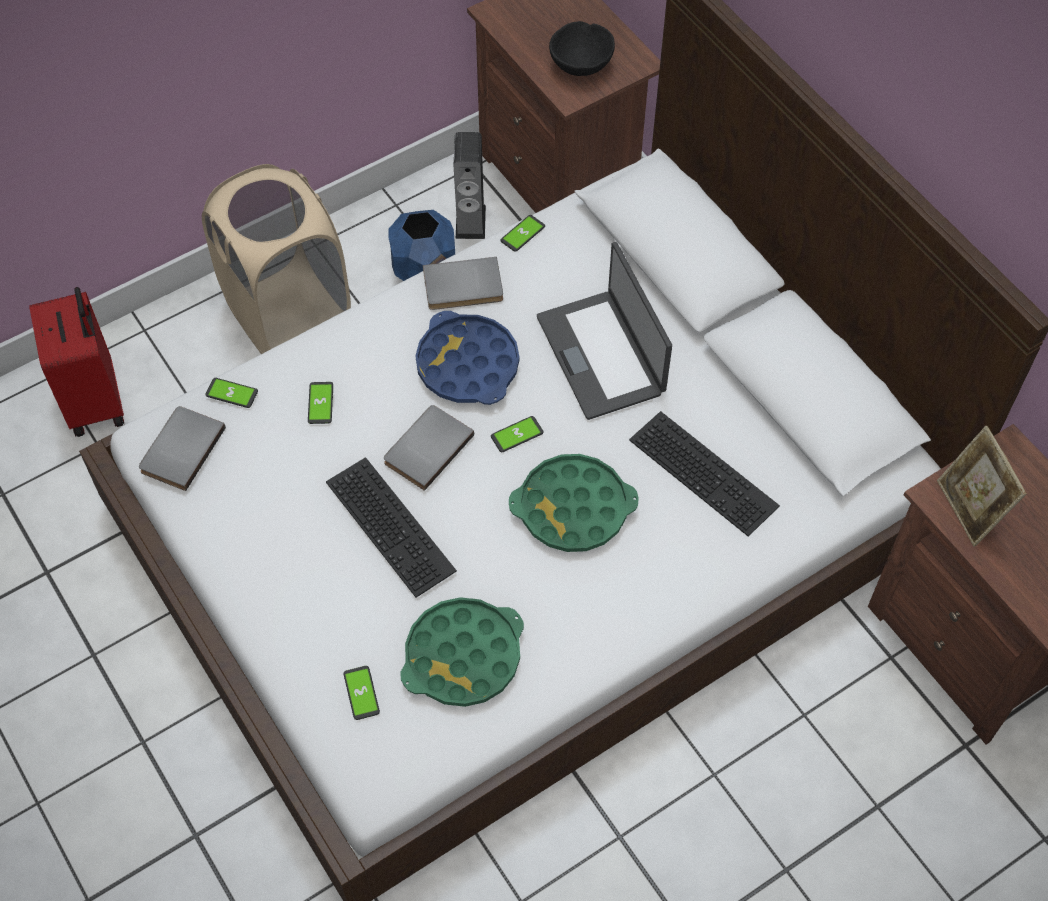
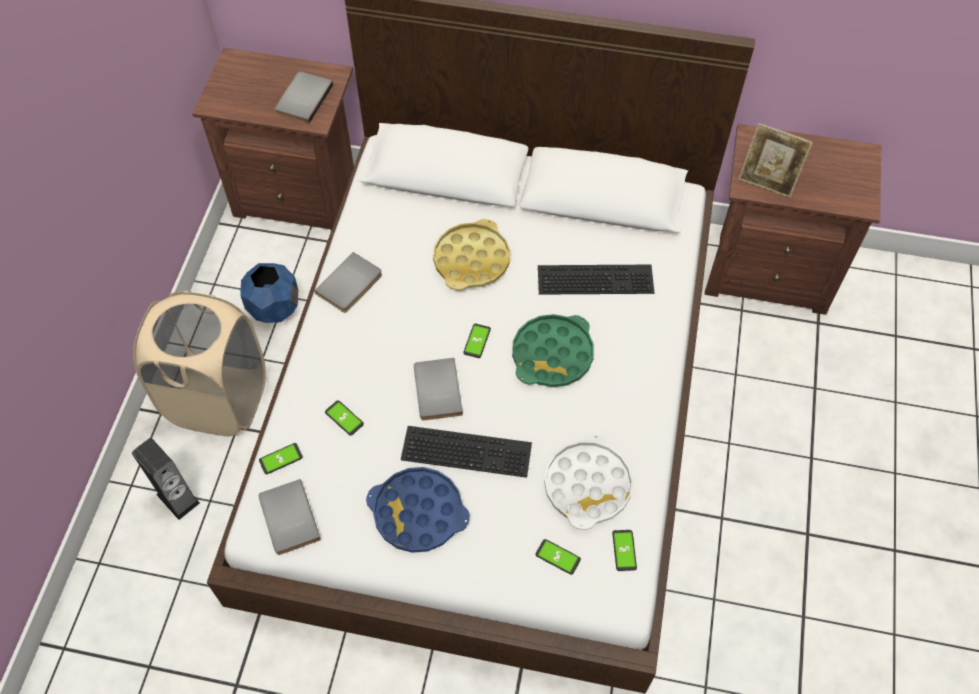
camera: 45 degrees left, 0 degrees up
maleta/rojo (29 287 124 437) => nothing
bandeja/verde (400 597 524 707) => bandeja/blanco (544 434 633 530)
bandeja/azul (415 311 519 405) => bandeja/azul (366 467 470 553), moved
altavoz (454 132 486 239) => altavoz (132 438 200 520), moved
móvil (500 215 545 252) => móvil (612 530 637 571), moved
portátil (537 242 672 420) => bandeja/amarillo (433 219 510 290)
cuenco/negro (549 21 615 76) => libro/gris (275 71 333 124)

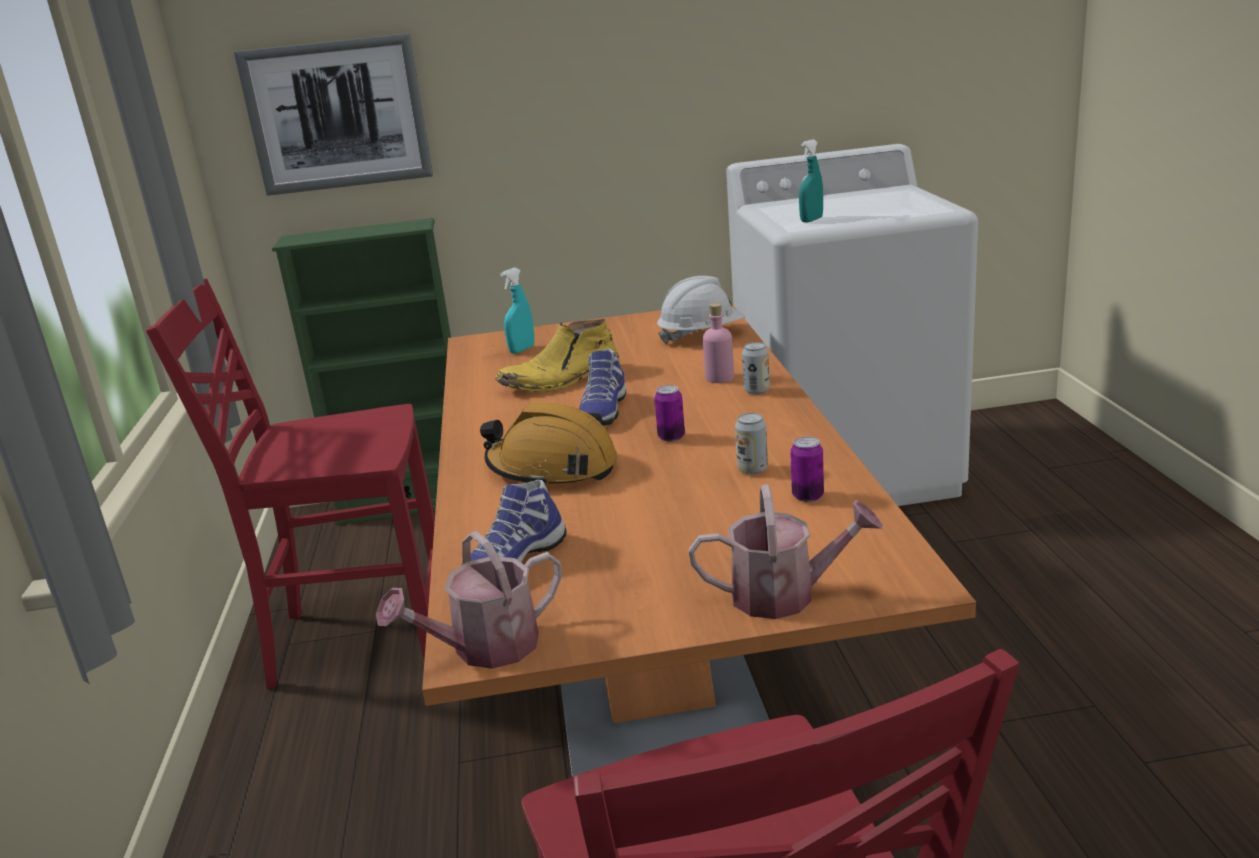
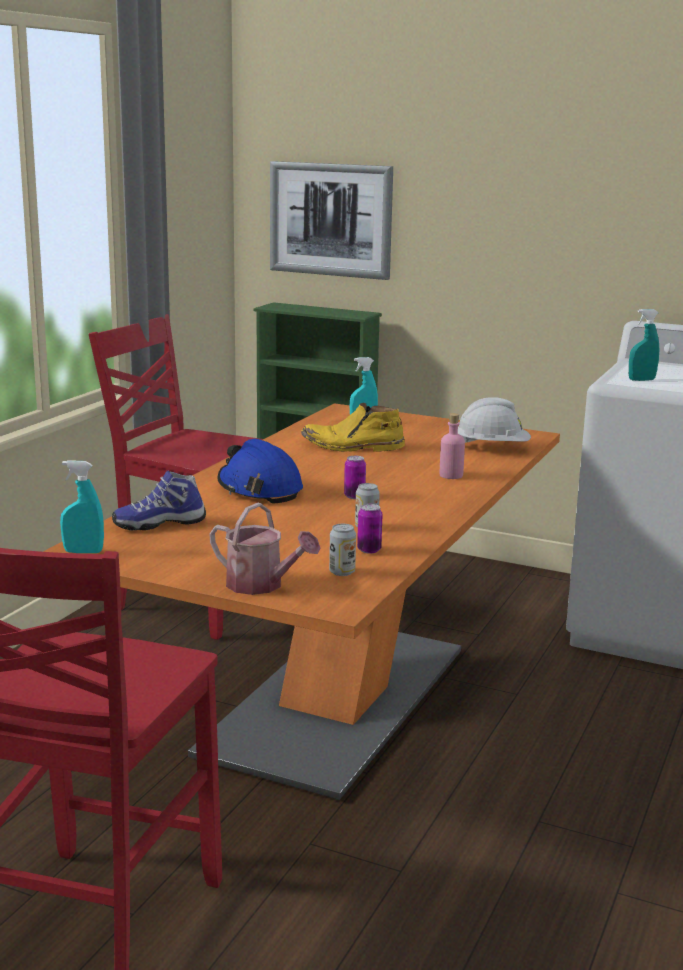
camera: 30 degrees right, 5 degrees down
regadera (376 531 562 669) => pulverizador/turquesa (60 460 104 553)
casco/naranja (480 403 617 484) => casco/azul (217 439 303 504)
zapato (579 349 626 426) => nothing
lata (742 342 770 394) => lata (329 524 356 576), moved

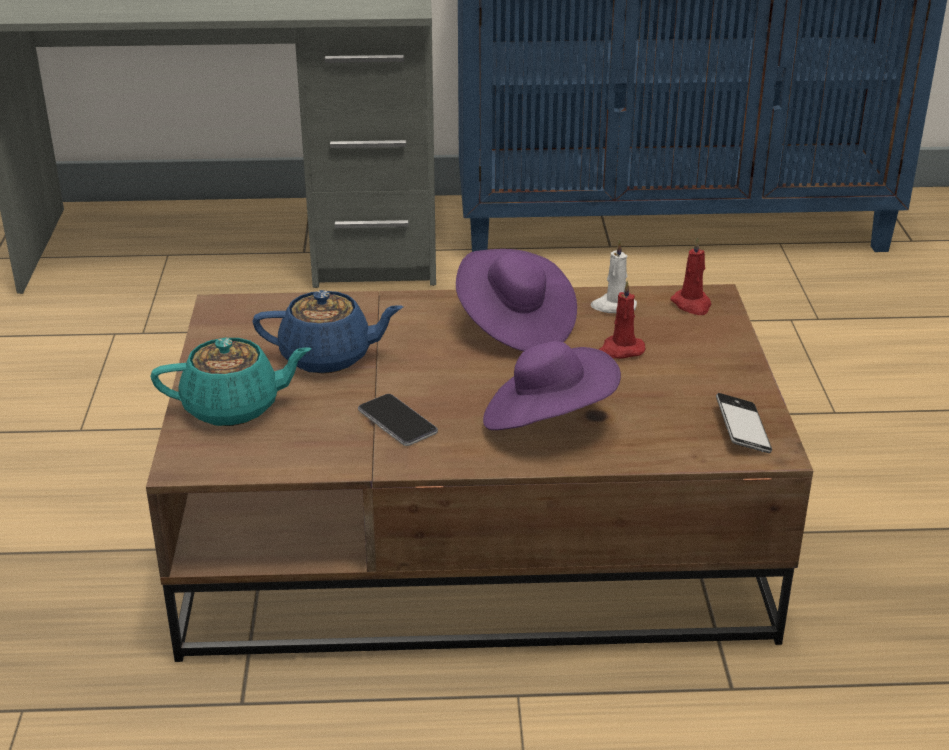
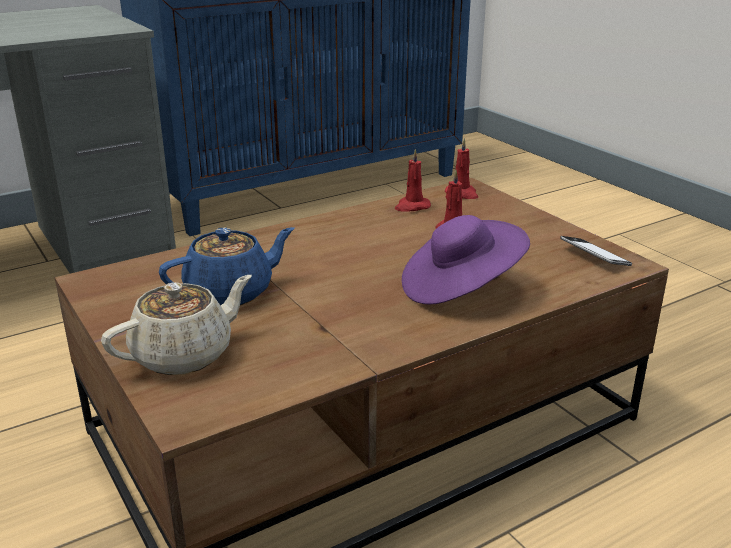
camera: 30 degrees left, 5 degrees down
tetera/turquesa (150 338 312 426) => tetera/beis (101 275 252 375)
móvil (358 394 438 446) => nothing
sombrero/morado (456 249 577 351) => nothing
vela/blanco (590 239 637 313) => vela/rojo (395 149 431 212)

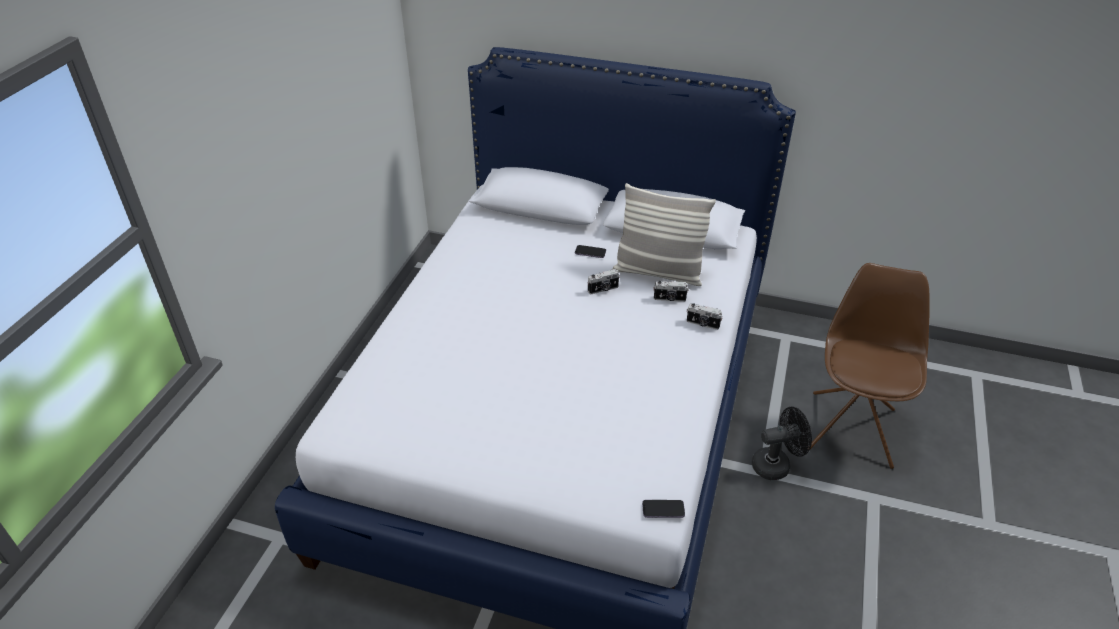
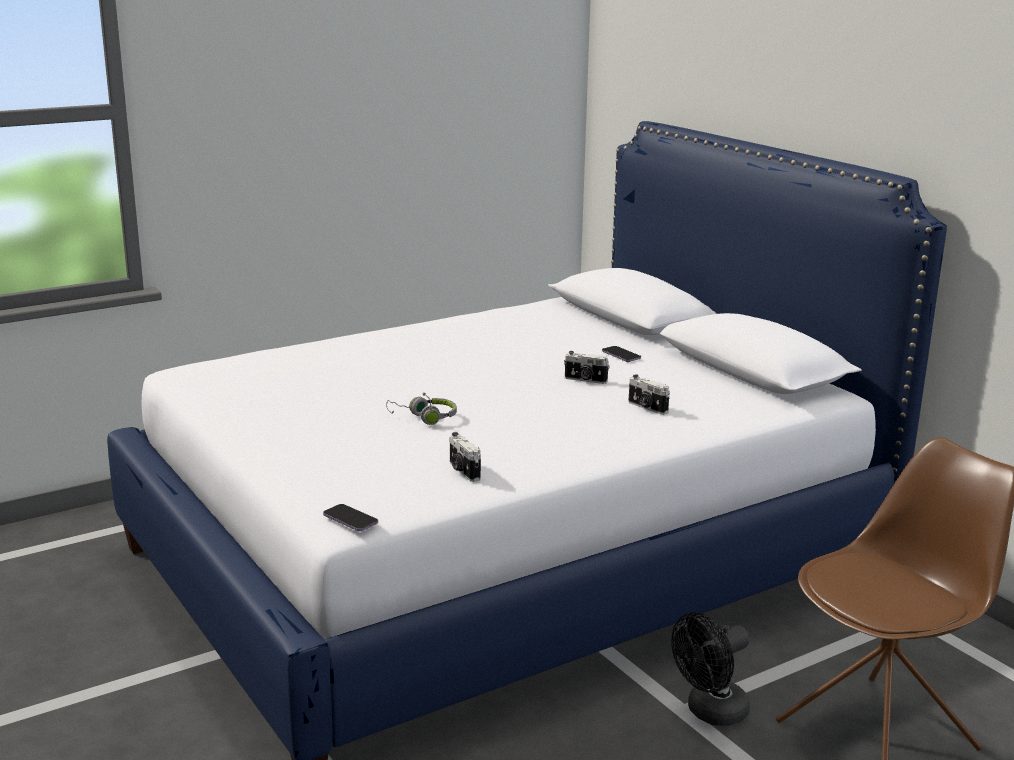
camera: 40 degrees right, 20 degrees down
cojín (612 183 716 286) => nothing
cámara (687 303 723 330) => cámara (449 432 481 482), moved
ventilador/negro (752 407 812 480) => ventilador/negro (671 612 750 726), 120 degrees clockwise
nothing => auriculares/gris (386 392 457 425)

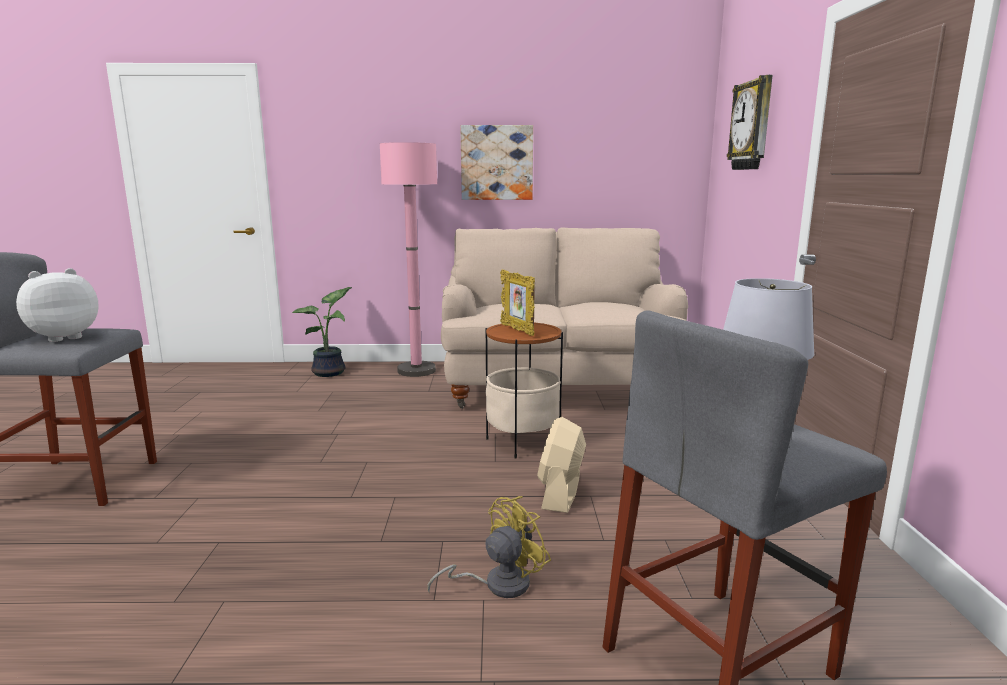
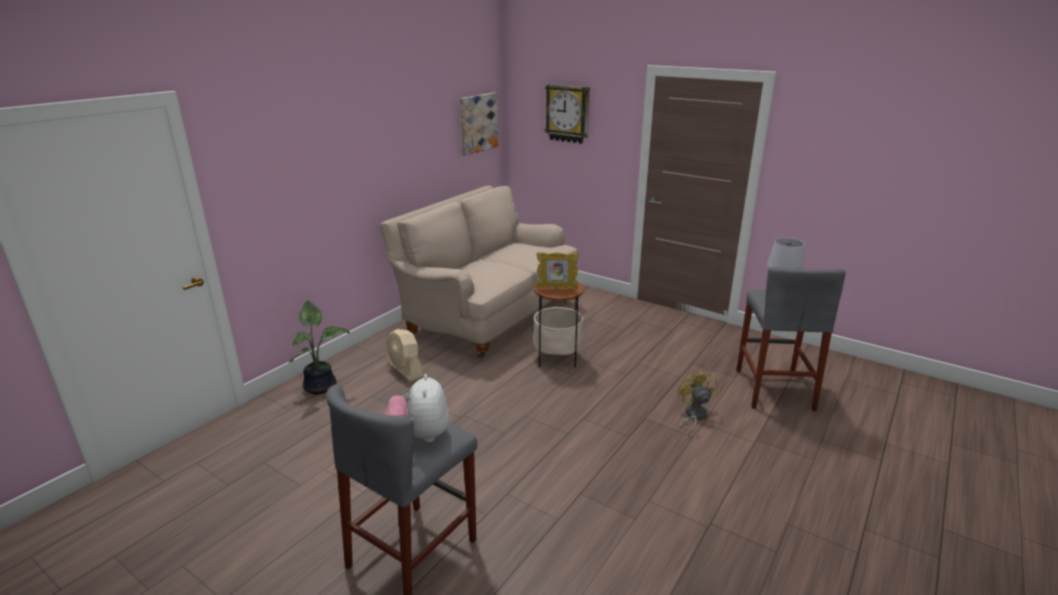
camera: 55 degrees left, 10 degrees up
lámpara de pie/rosa (380 142 437 377) => nothing
cuadro (460 125 533 200) => cuadro (460 93 498 156), moved
ventilador/beis (537 417 586 513) => ventilador/beis (386 329 423 381), moved

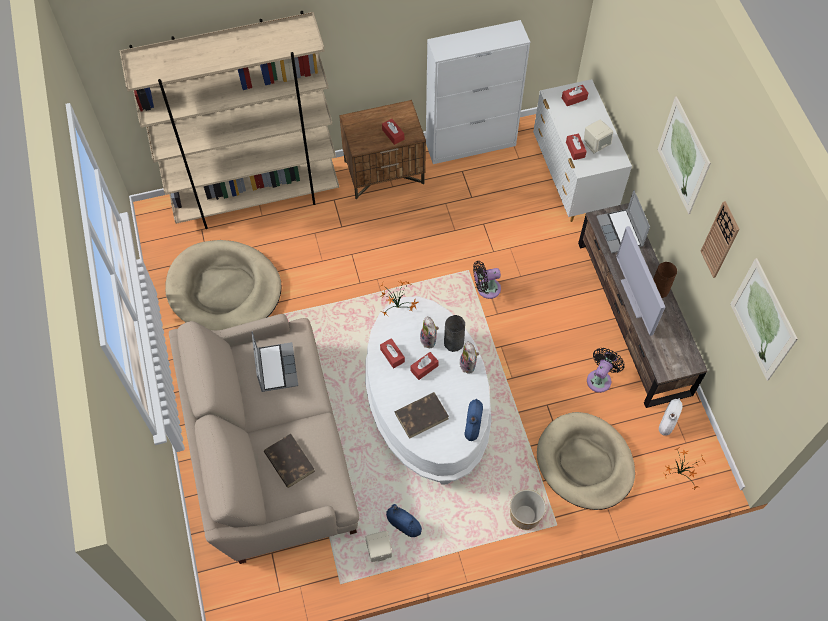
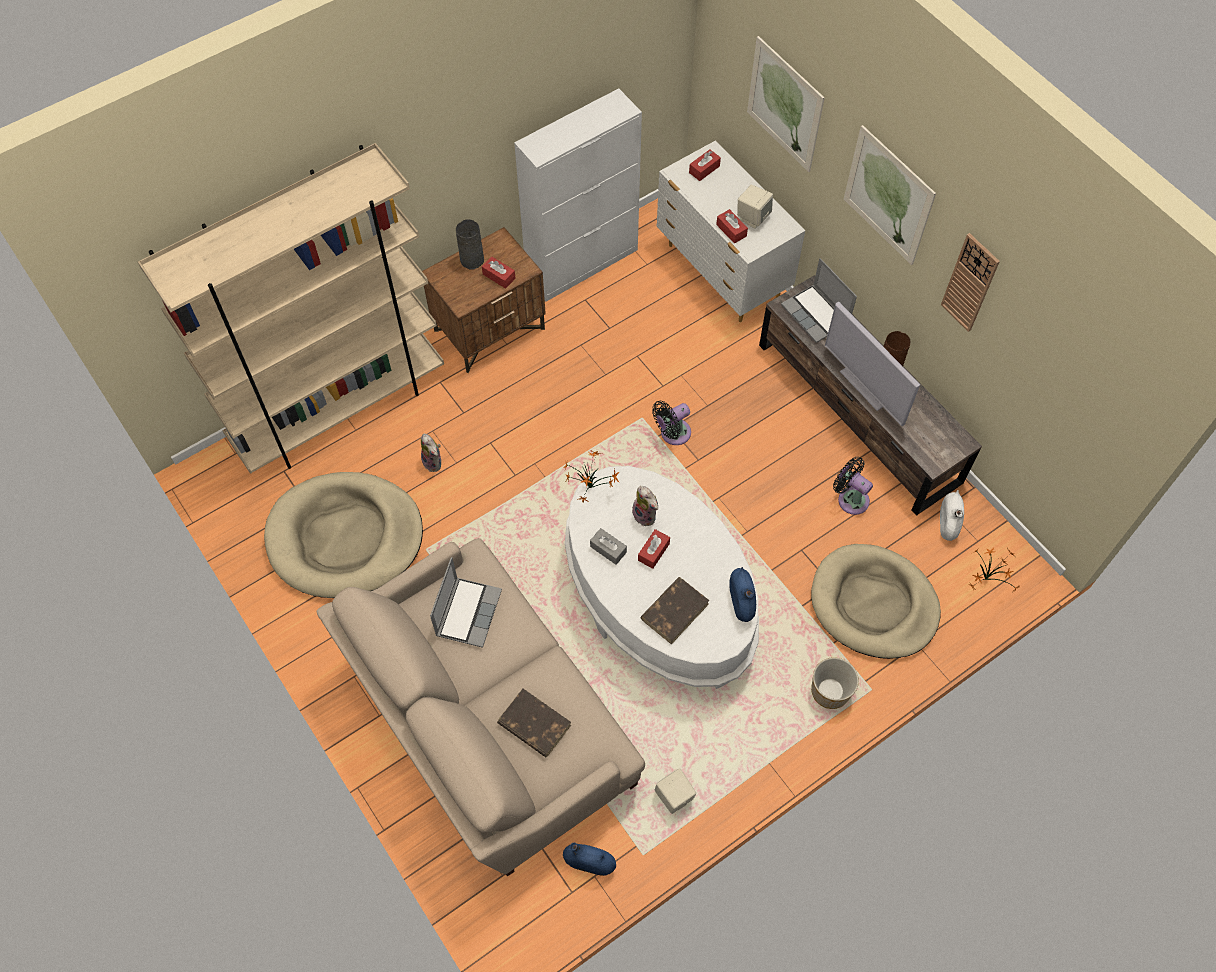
camera: 20 degrees left, 0 degrees up
portátil (252 331 298 392) => portátil (430 557 502 648), 45 degrees clockwise
caja de pañuelos/rojo (380 338 405 368) => caja de pañuelos/gris (590 528 627 565)
florero/azul (386 504 422 537) => florero/azul (563 843 616 876), moved
florero/gris (444 315 465 352) => florero/gris (456 220 484 270), moved
peluche (460 342 479 374) => peluche (421 434 441 472), moved
ventilador/negro (587 348 625 393) => ventilador/negro (833 457 873 515), 60 degrees counterclockwise
cuadro (730 258 798 381) => cuadro (747 36 825 172), moved

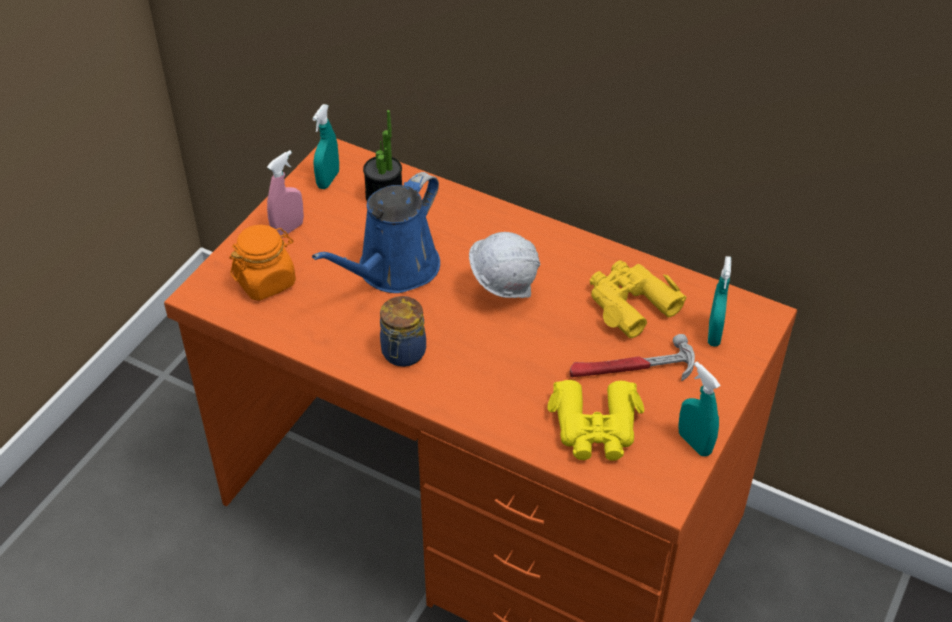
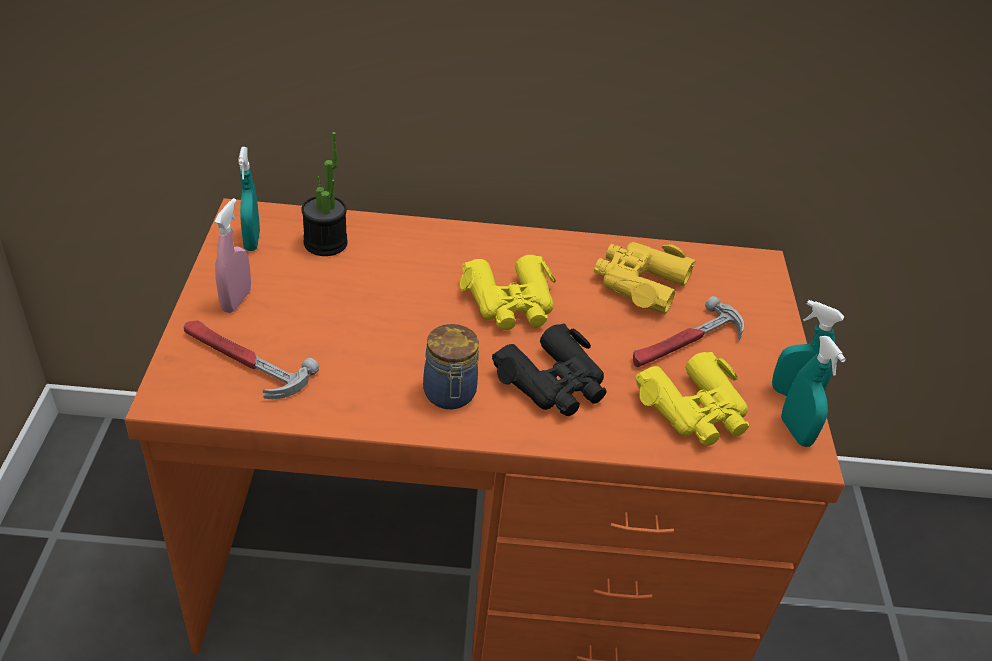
camera: 30 degrees left, 5 degrees down
tarro/naranja (230 225 296 301) => martillo (184 321 319 399)
regadera/azul (312 172 440 293) => nothing
casco/blanco (469 232 540 298) => prismáticos/amarillo (460 255 556 330)
pulverizador/turquesa (708 256 731 347) => pulverizador/turquesa (781 336 846 447), moved
nothing => prismáticos/negro (492 324 607 416)

